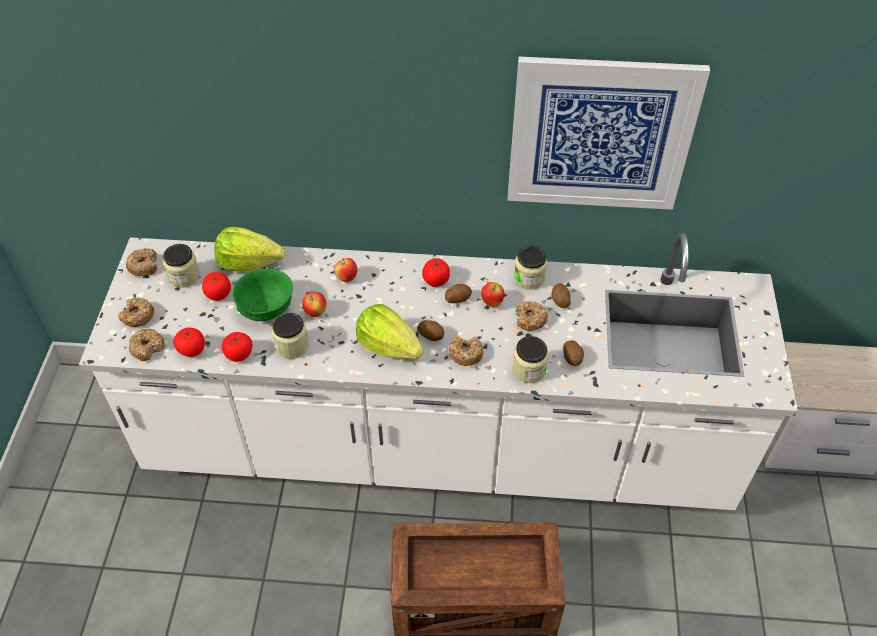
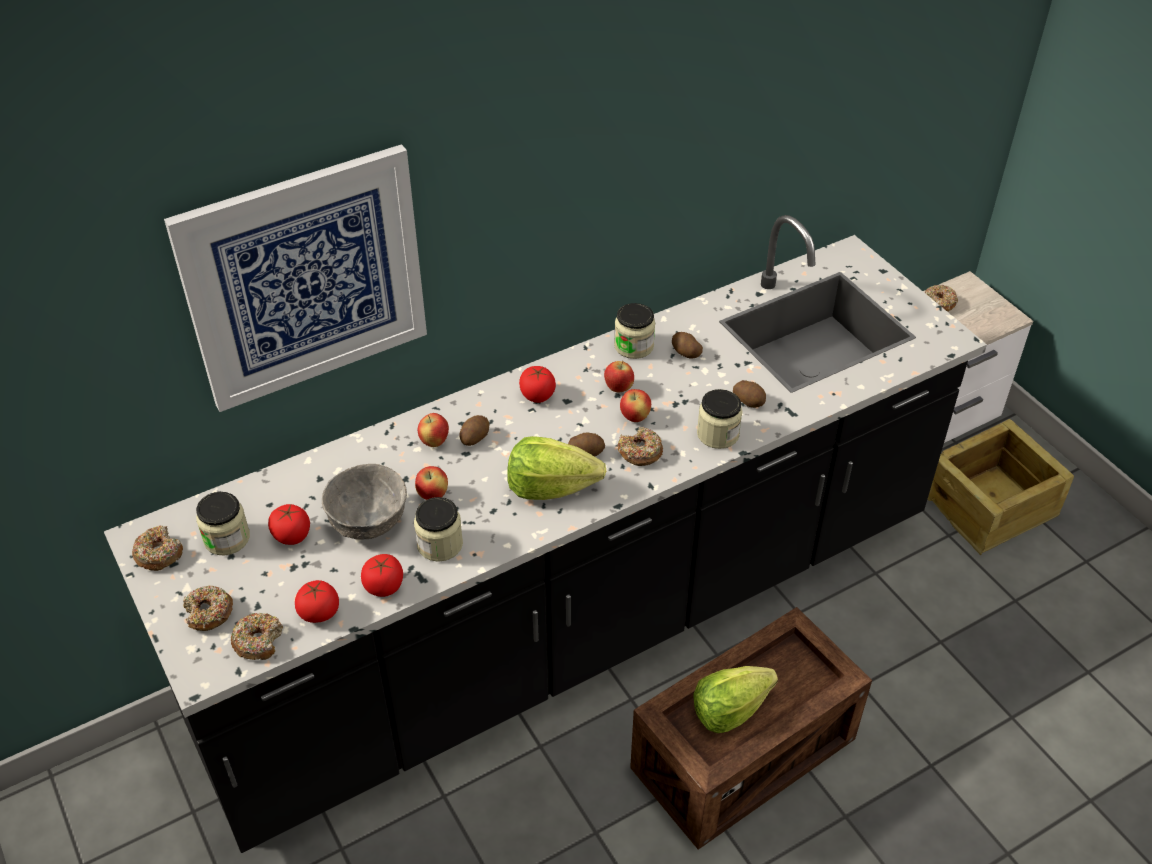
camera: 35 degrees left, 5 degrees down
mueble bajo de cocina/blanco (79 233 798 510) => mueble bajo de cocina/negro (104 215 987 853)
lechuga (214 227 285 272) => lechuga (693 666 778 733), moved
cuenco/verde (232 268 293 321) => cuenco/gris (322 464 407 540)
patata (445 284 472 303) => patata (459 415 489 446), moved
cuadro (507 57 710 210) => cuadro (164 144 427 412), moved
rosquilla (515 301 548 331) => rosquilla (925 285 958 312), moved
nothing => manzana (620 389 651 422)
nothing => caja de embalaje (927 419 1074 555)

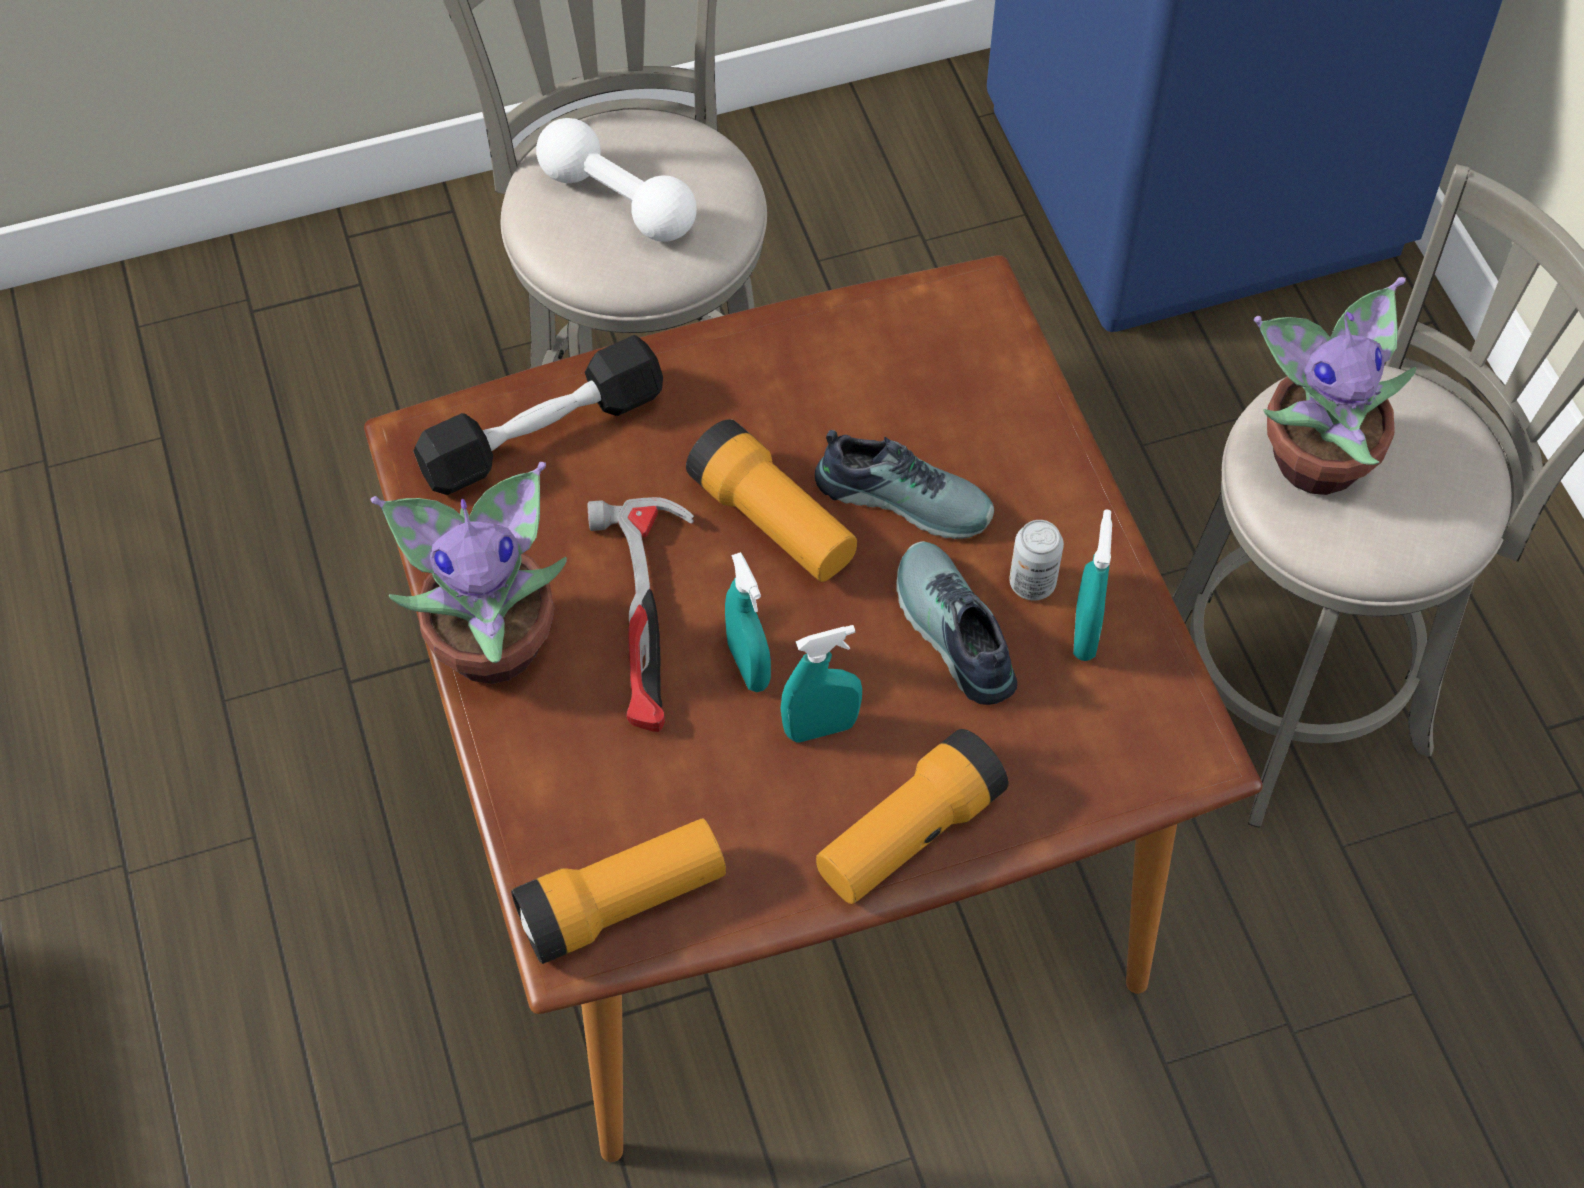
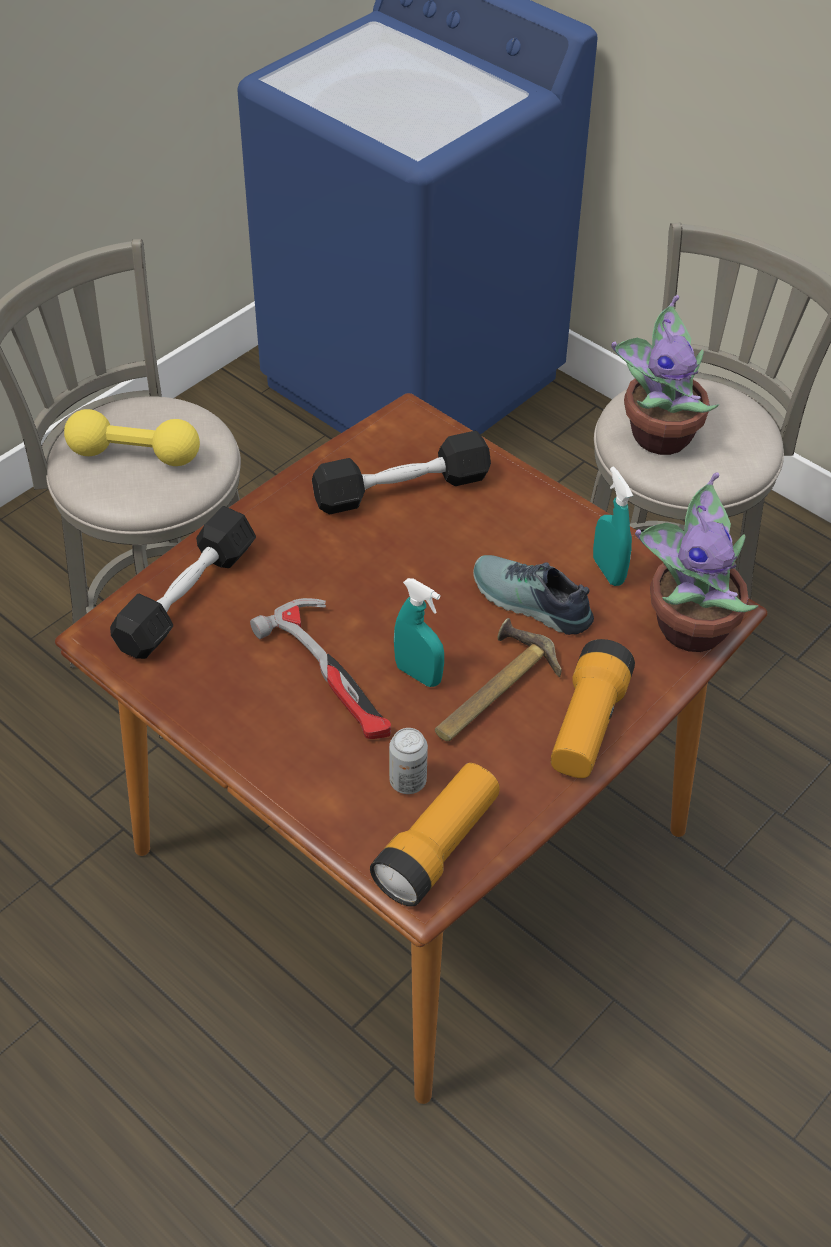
camera: 30 degrees left, 10 degrees down
planta en maceta (370 462 567 684) => planta en maceta (635 472 758 652), moved
mancuerna/blanco (536 118 697 242) => mancuerna/amarillo (64 409 200 466)
linterna (686 419 857 582) => nothing
pulverizador/turquesa (781 625 862 743) => martillo (435 618 562 741)
zapato (815 430 994 539) => nothing
lata (1009 520 1064 600) => lata (389 728 428 794), moved
nothing => mancuerna/negro (312 431 491 514)

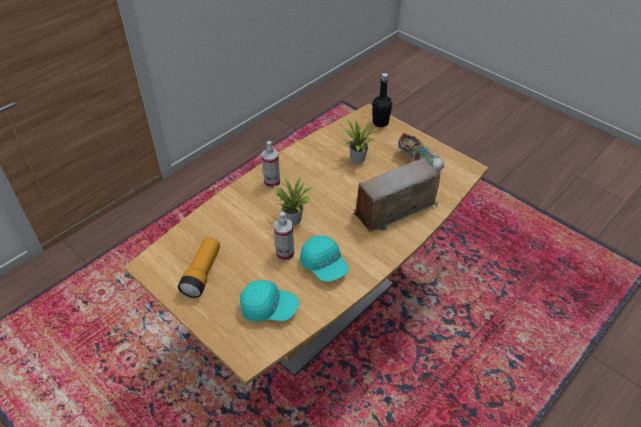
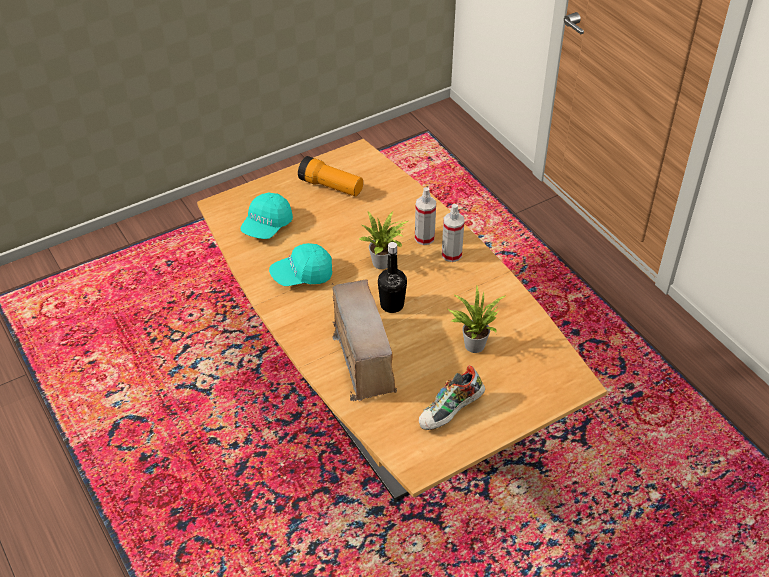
camera: 105 degrees right, 0 degrees up
pulverizador (274 212 294 261) => pulverizador (415 187 436 245), moved
botella/negro (372 73 392 127) => botella/negro (378 242 407 313), moved

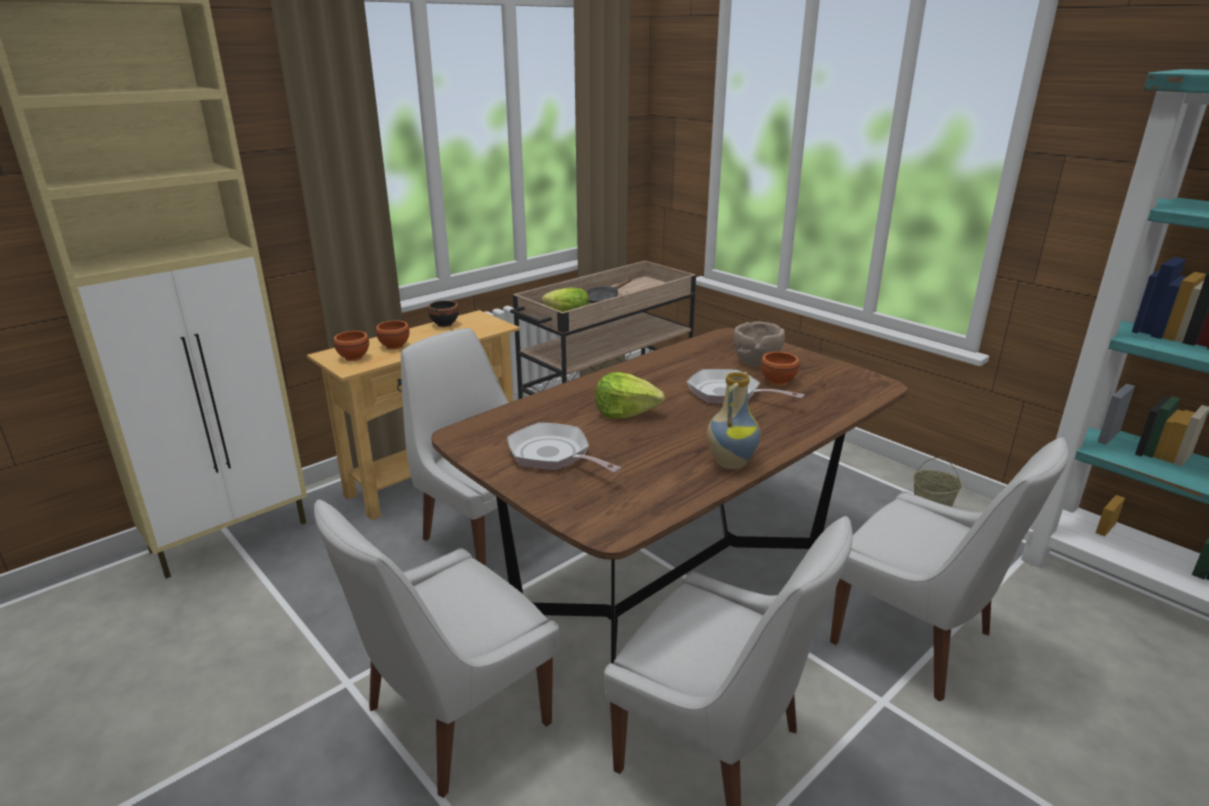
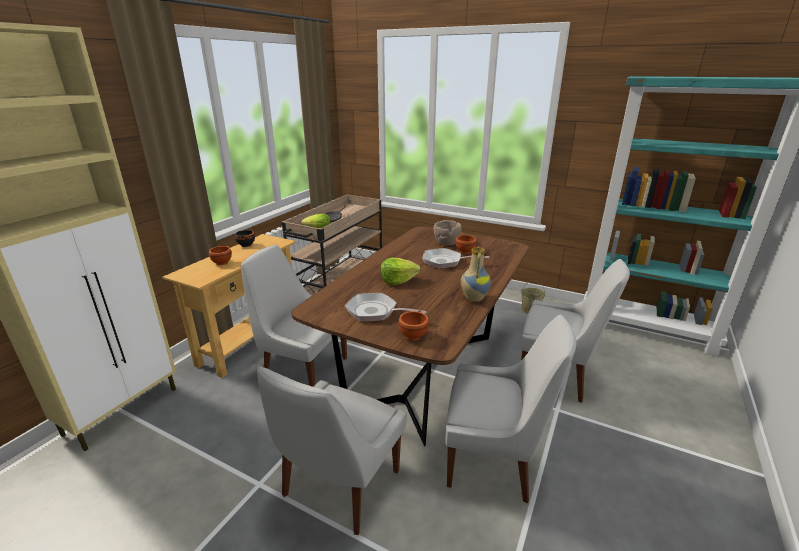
camera: 20 degrees left, 0 degrees up
cuenco/marrón (334 331 369 361) => cuenco/marrón (398 311 429 340), moved

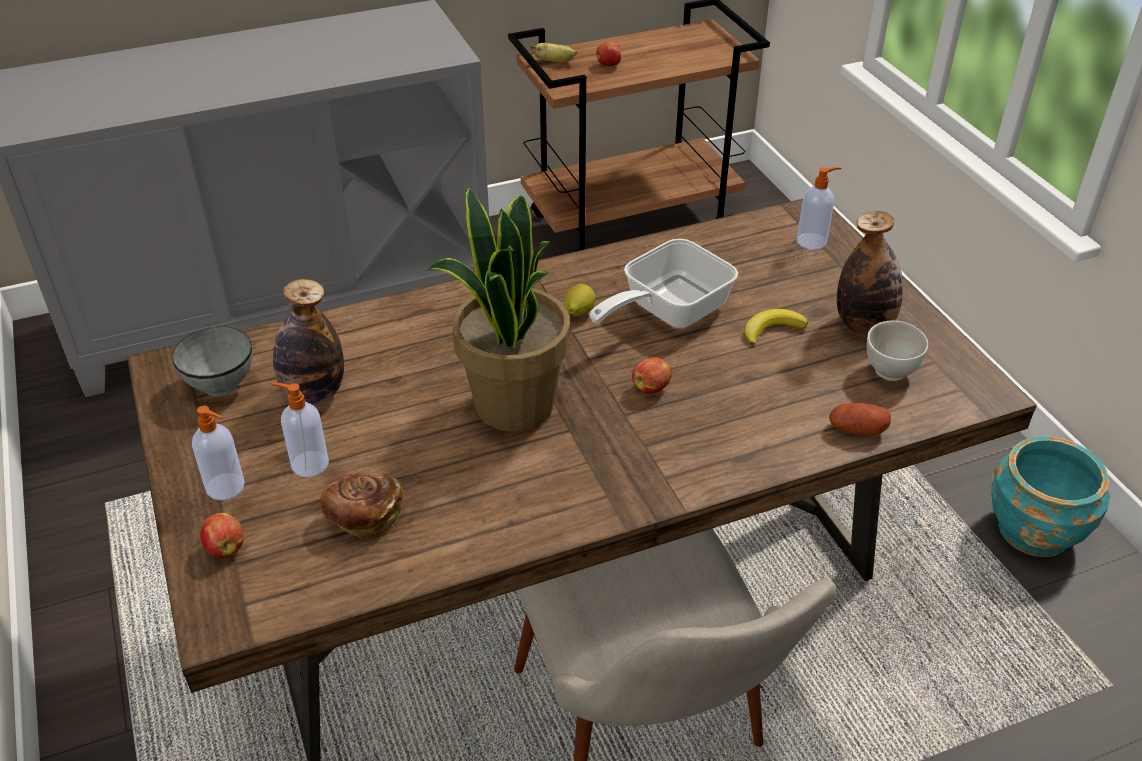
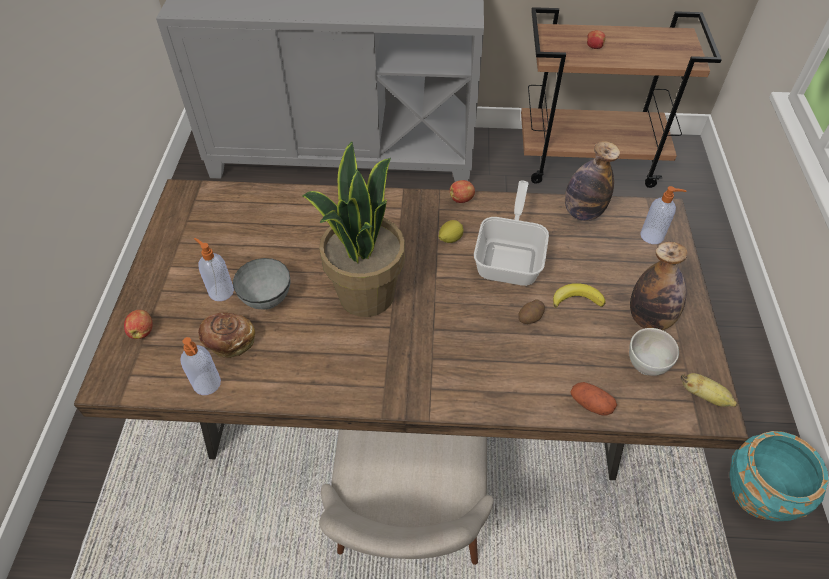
camera: 25 degrees right, 10 degrees up
cuenco/gris (172 326 253 396) => cuenco/gris (233 258 291 310), moved
dispensador de jabón (192 405 245 500) => dispensador de jabón (180 337 221 395), moved
botella (273 279 344 405) => botella (565 141 620 221), moved
plátano (530 43 577 62) => plátano (681 373 738 407), moved
sartén (590 239 738 328) => sartén (474 180 549 286), 120 degrees clockwise
manzana (632 357 672 394) => manzana (450 180 475 203), moved
nothing => patata (518 299 545 324)

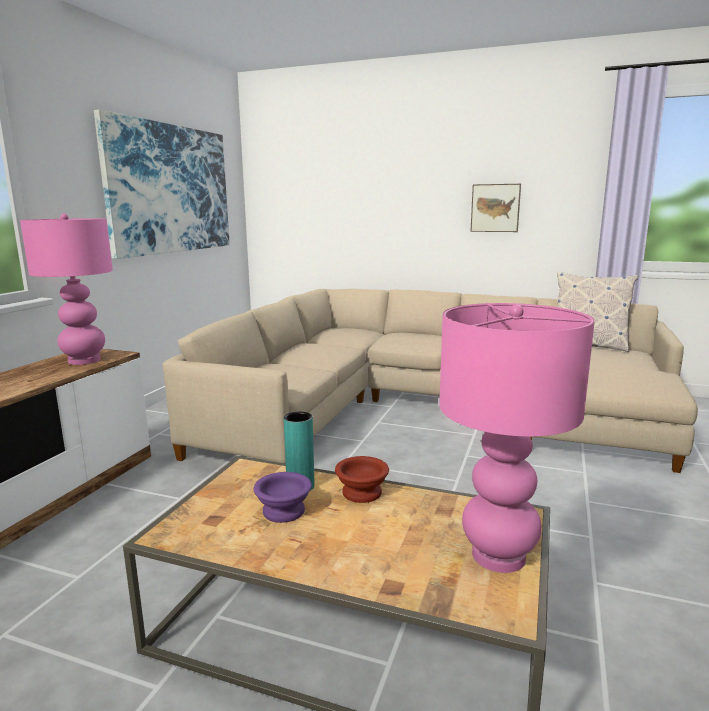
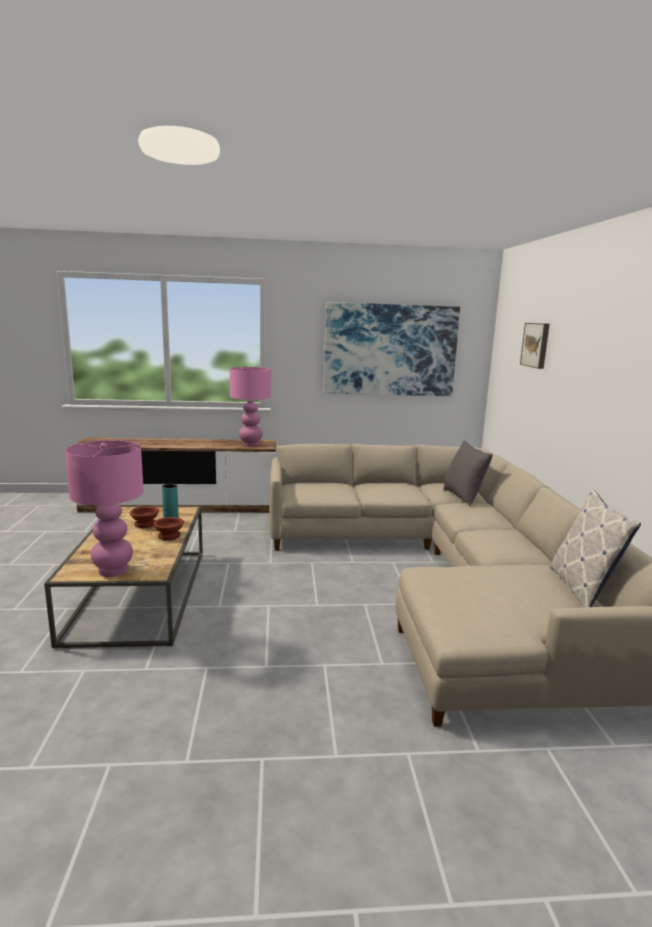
camera: 65 degrees right, 0 degrees up
cuenco/morado (253 472 312 523) => cuenco/marrón (130 506 159 528)
cuadro (470 184 521 232) => cuadro (520 323 550 369), moved
nothing => cojín/gris (444 441 493 507)

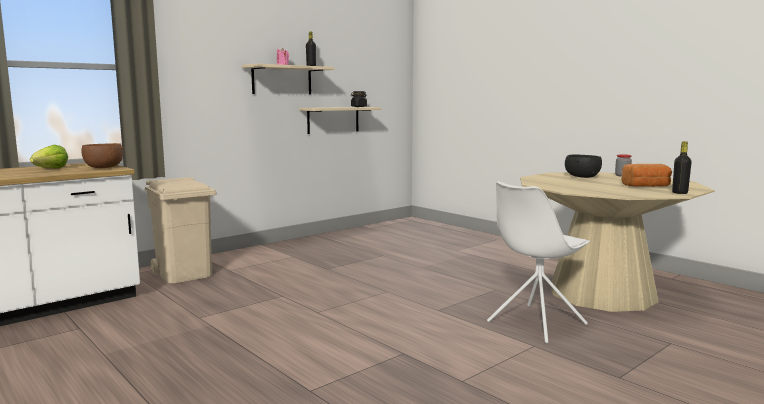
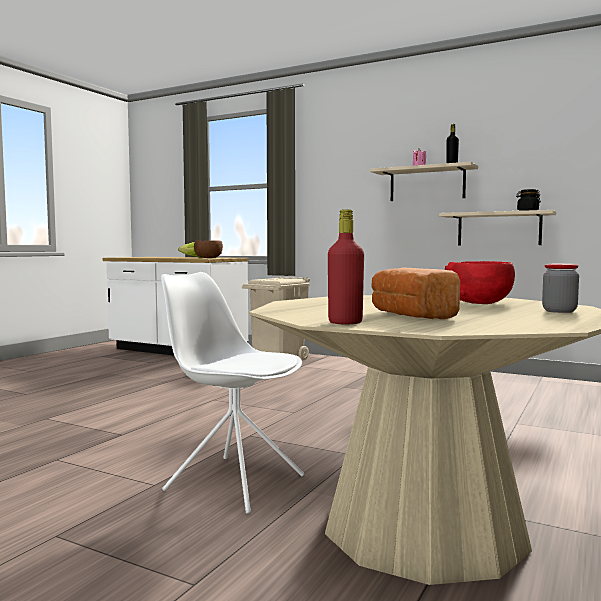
camera: 70 degrees right, 5 degrees down
cuenco/negro (565 155 602 178) => cuenco/rojo (445 261 515 304)
botella/negro (672 141 692 194) => botella/rojo (328 209 364 325)

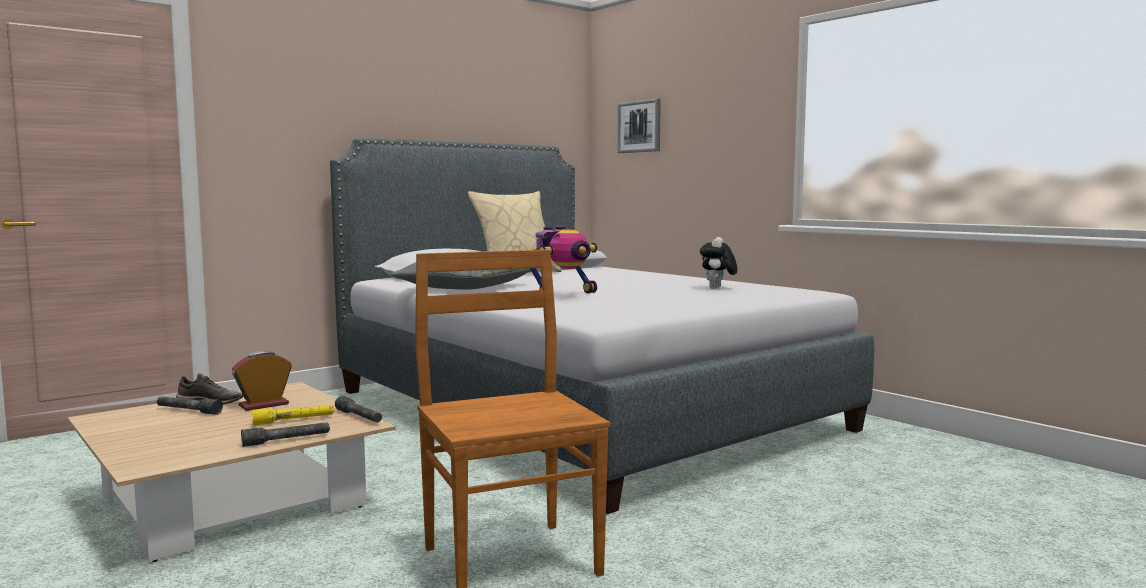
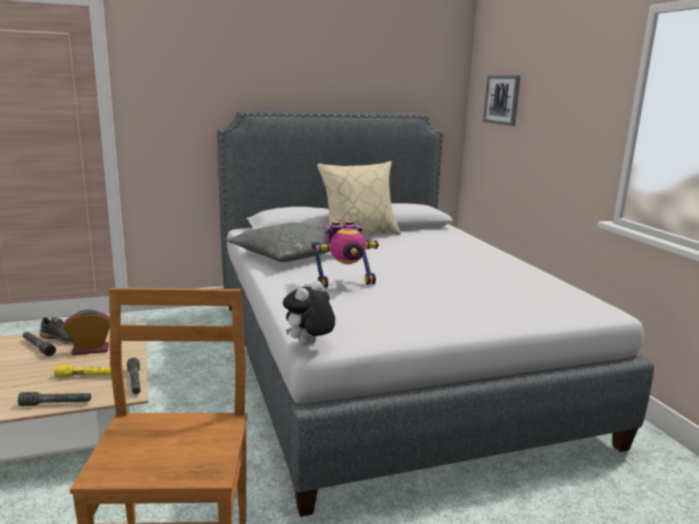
camera: 20 degrees right, 10 degrees up
peluche (700 237 737 289) => peluche (283 281 335 346), moved

